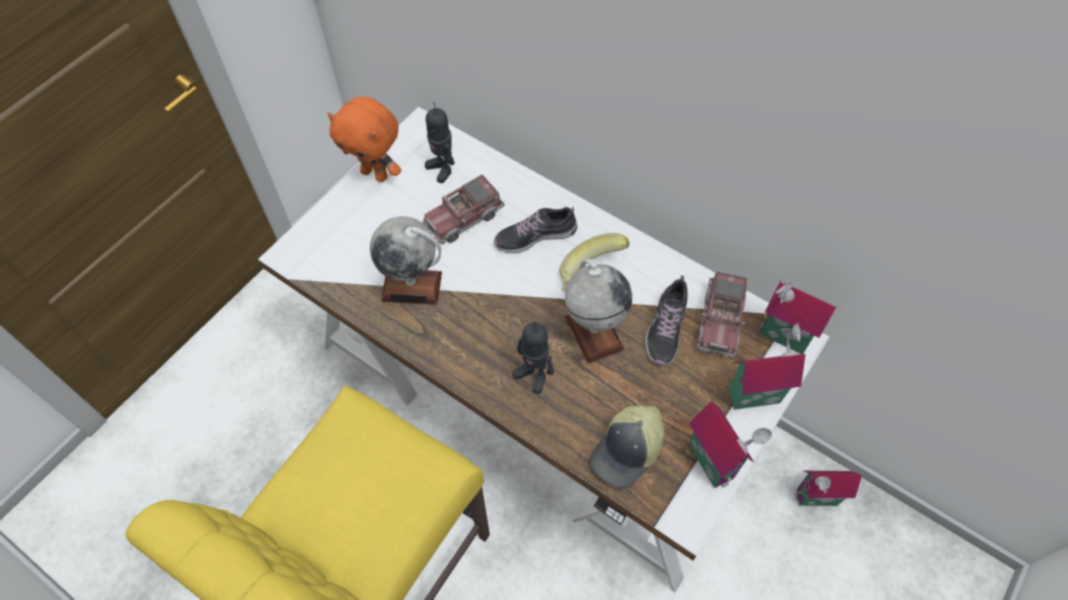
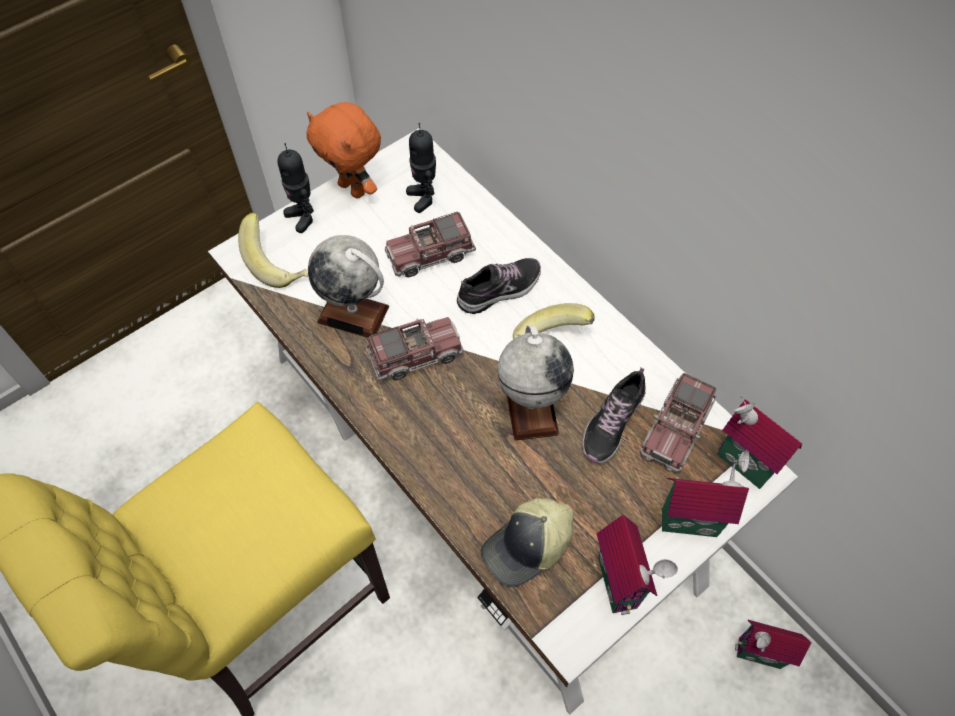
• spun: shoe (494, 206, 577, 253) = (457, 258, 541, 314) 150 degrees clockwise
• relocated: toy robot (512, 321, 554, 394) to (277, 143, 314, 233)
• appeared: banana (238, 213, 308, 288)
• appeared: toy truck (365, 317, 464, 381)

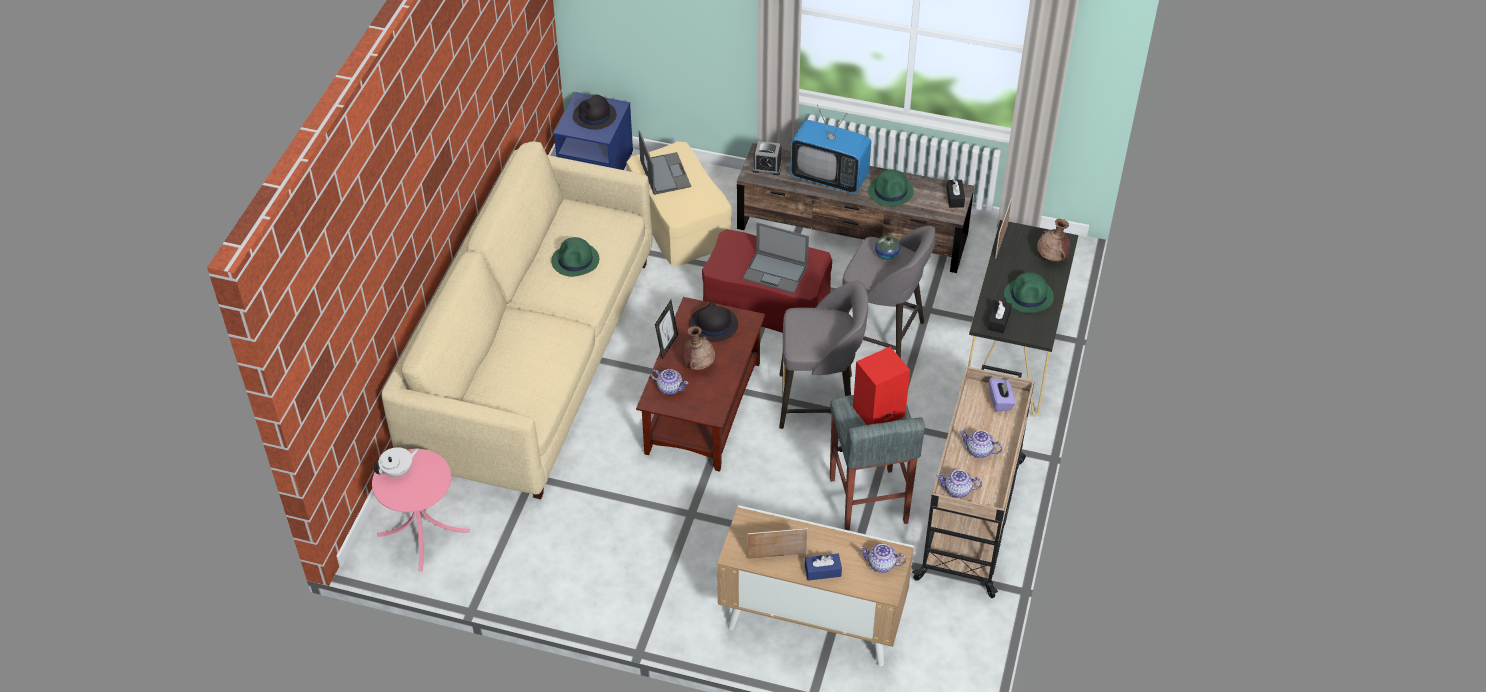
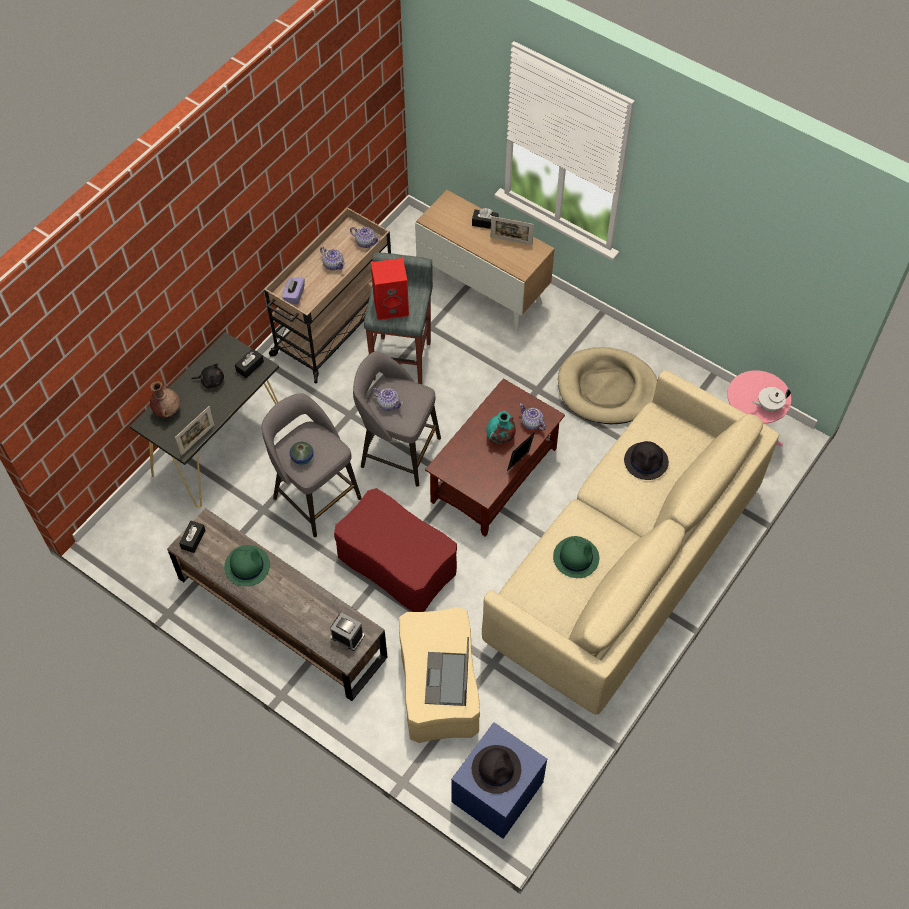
• missing: television (790, 105, 871, 194)
• missing: laptop (742, 222, 809, 293)
• exchanged: hat/green (1004, 272, 1054, 313) to plush toy/black (191, 364, 224, 389)
• relocated: hat/black (689, 302, 738, 342) to (624, 441, 669, 480)
• colour: vase/brown (682, 326, 715, 370) to vase/turquoise (486, 411, 516, 444)
• relocated: teapot (859, 544, 906, 573) to (372, 388, 404, 411)
• colour: tissue box/blue (805, 554, 842, 581) to tissue box/black (472, 208, 499, 229)
• appeared: dog bed/beige (558, 347, 657, 424)

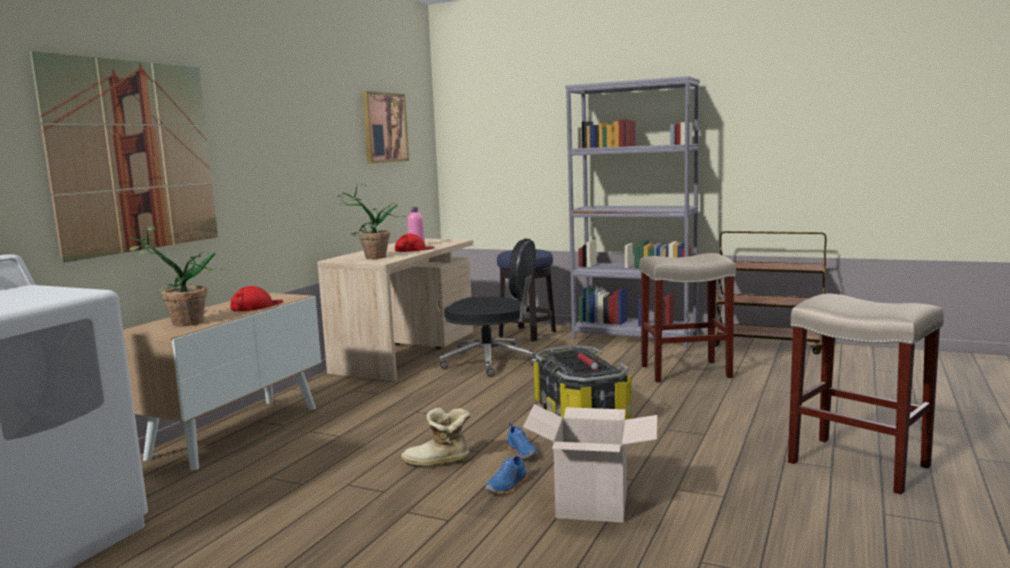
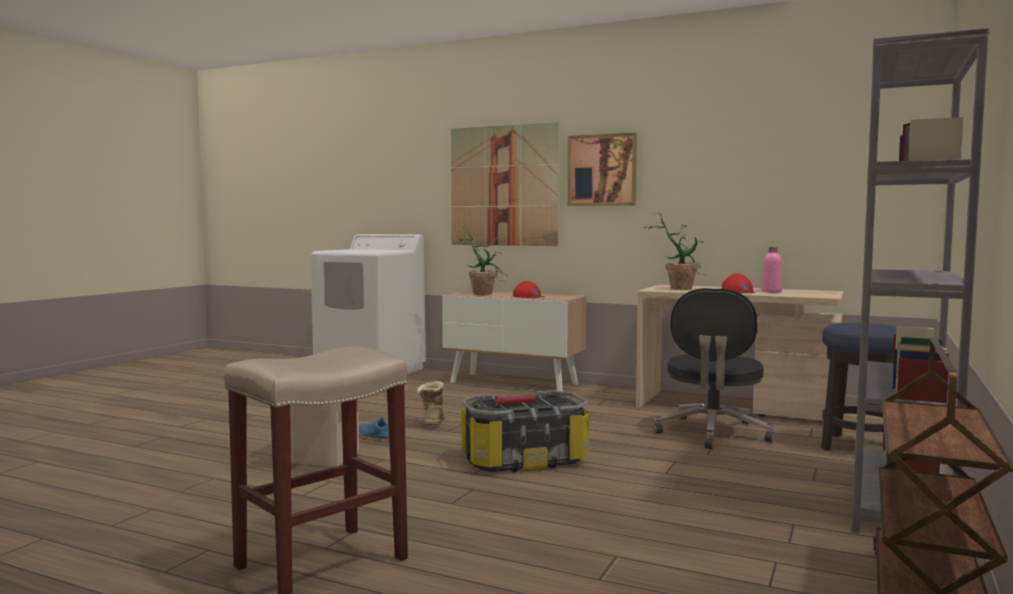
• relocated: picture (362, 91, 409, 164) to (567, 133, 637, 206)
• missing: stool/beige (639, 253, 736, 382)
• missing: shoe/blue (506, 423, 538, 459)

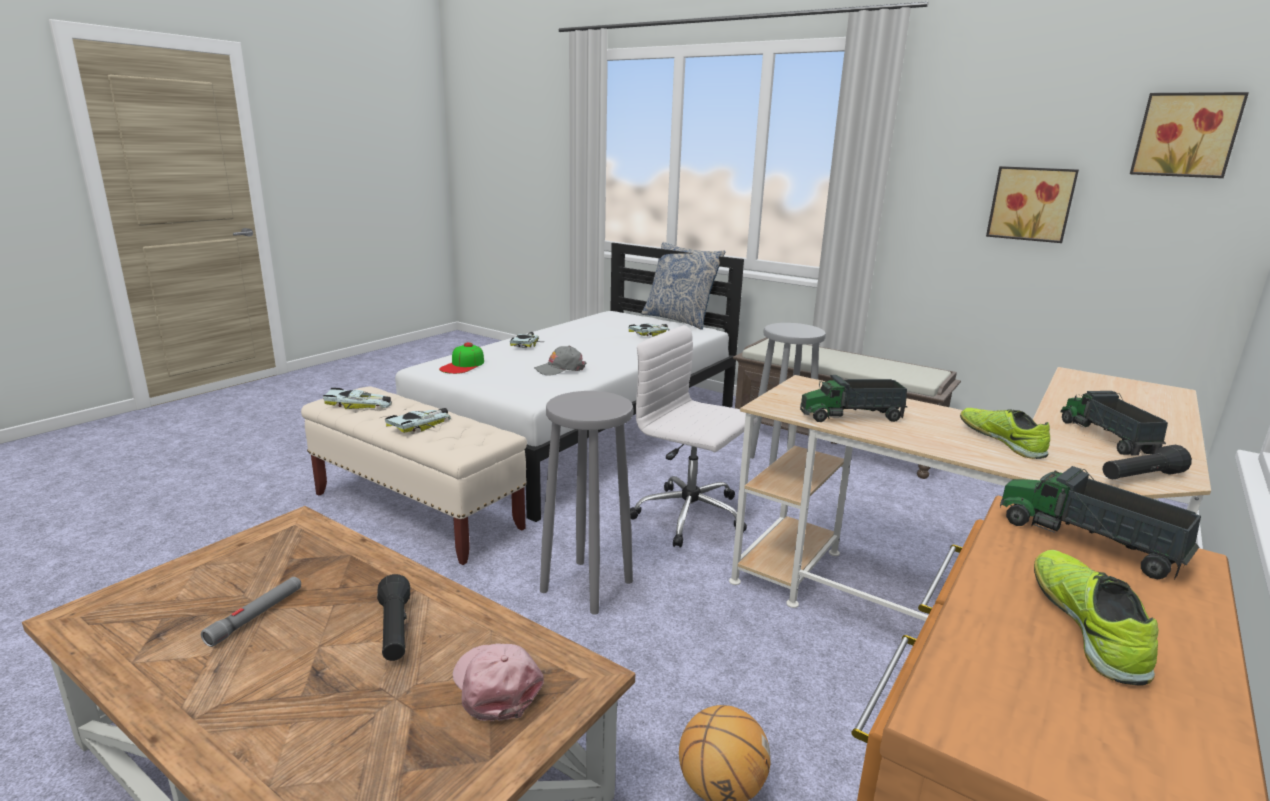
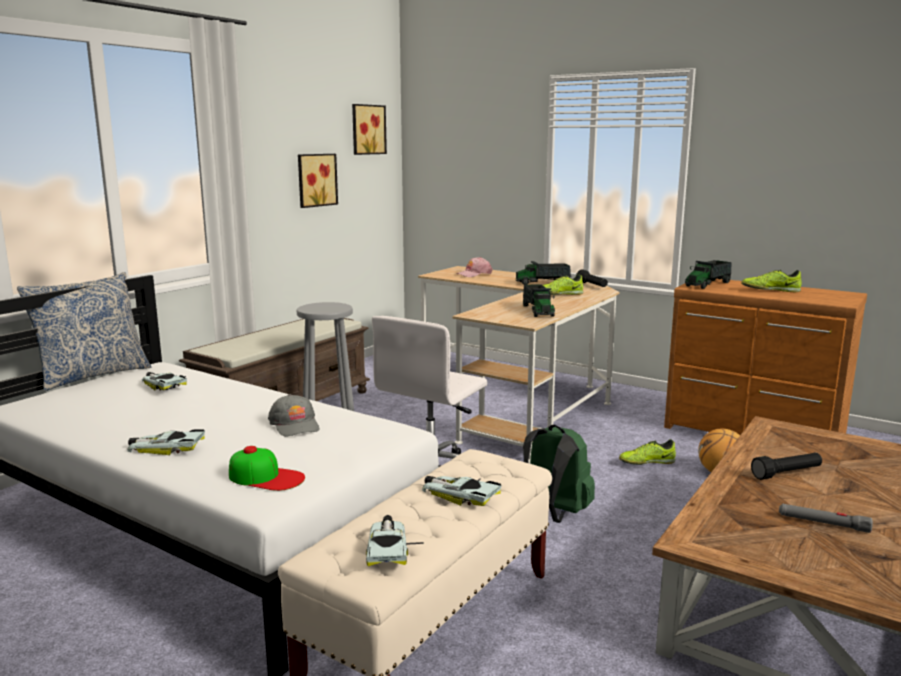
• exchanged: stool/grey (540, 391, 633, 615) to backpack/green (523, 425, 595, 523)
• relocated: cap/pink (453, 643, 544, 722) to (456, 257, 493, 277)
• appeared: shoe (619, 439, 676, 465)

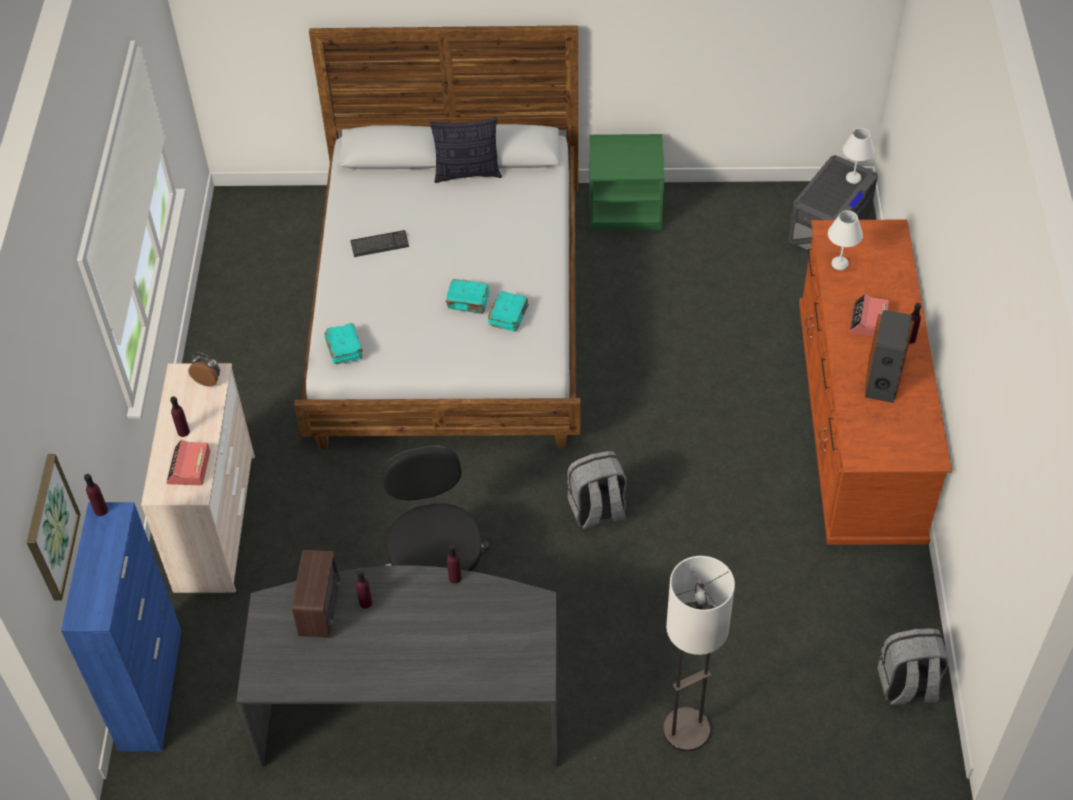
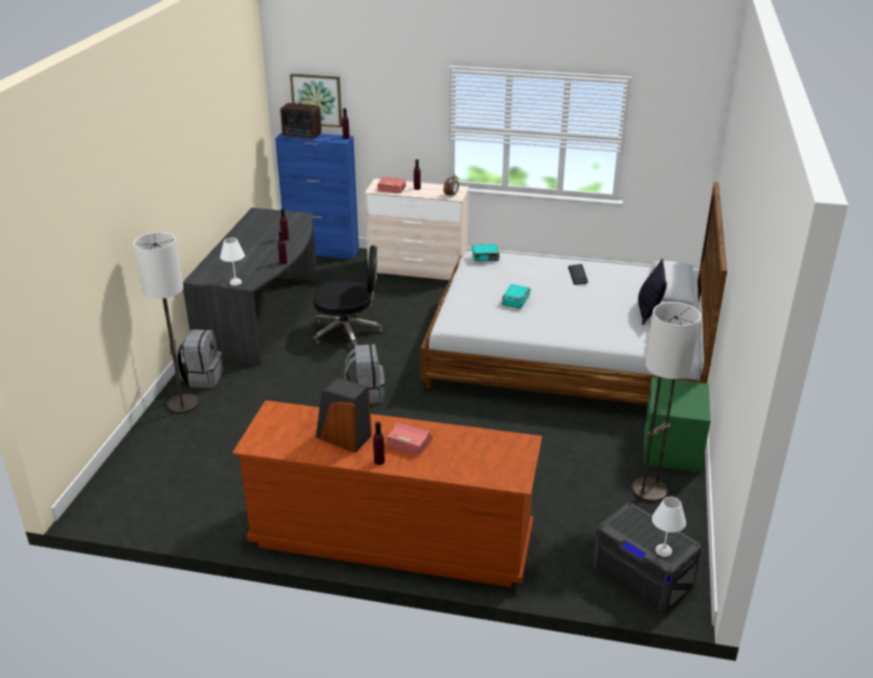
• relocated: table lamp/white (828, 210, 863, 270) to (220, 238, 245, 286)
• missing: book/turquoise (488, 291, 529, 331)
• relocated: radio (292, 550, 341, 638) to (280, 103, 321, 139)
• relocated: backpack/grey (877, 628, 949, 705) to (176, 329, 223, 388)
• appeared: floor lamp (632, 302, 701, 502)

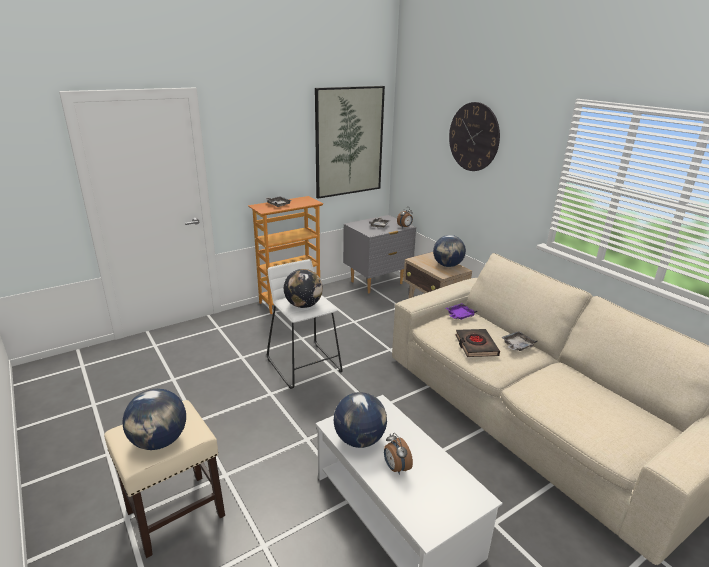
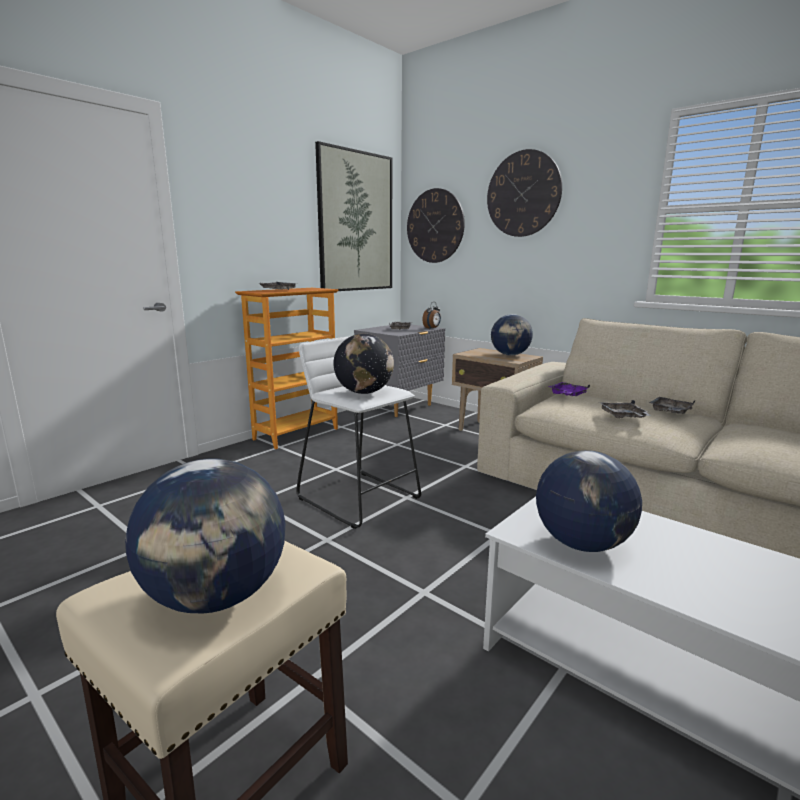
• exchanged: book/black (455, 329, 500, 357) to tray/grey (599, 400, 651, 418)
• missing: alarm clock (384, 433, 413, 475)
• appeared: wall clock (407, 188, 465, 263)

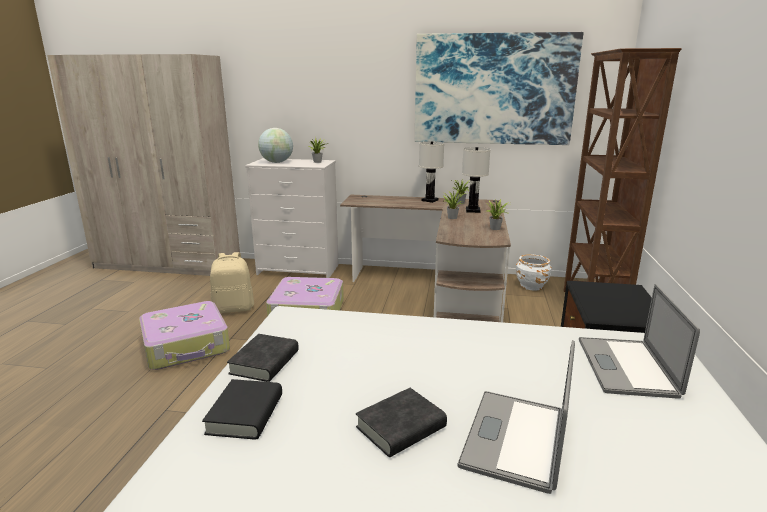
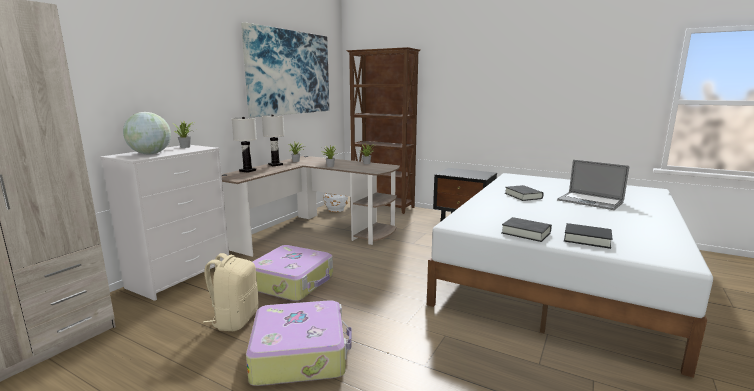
• relocated: table lamp/white (462, 147, 491, 213) to (232, 117, 257, 173)
• missing: laptop (579, 284, 700, 399)
• relocated: book/black (356, 388, 447, 457) to (505, 185, 544, 201)

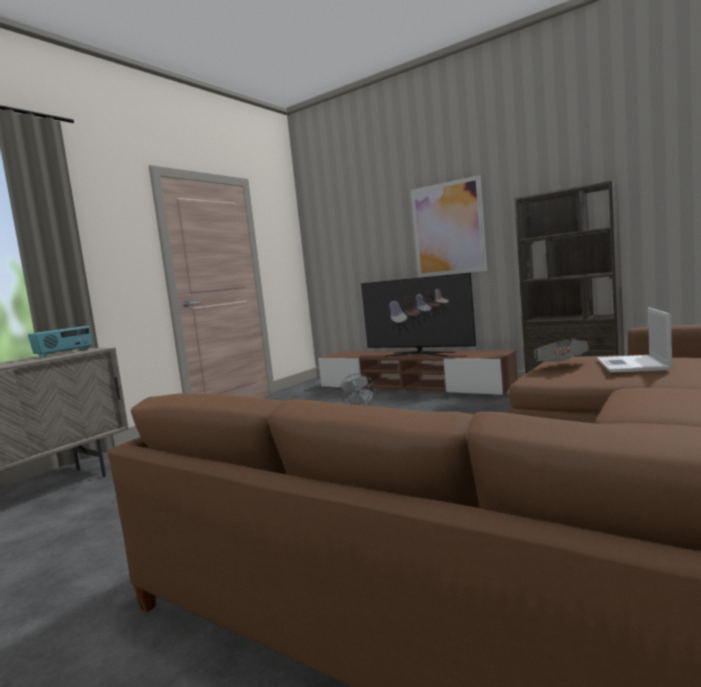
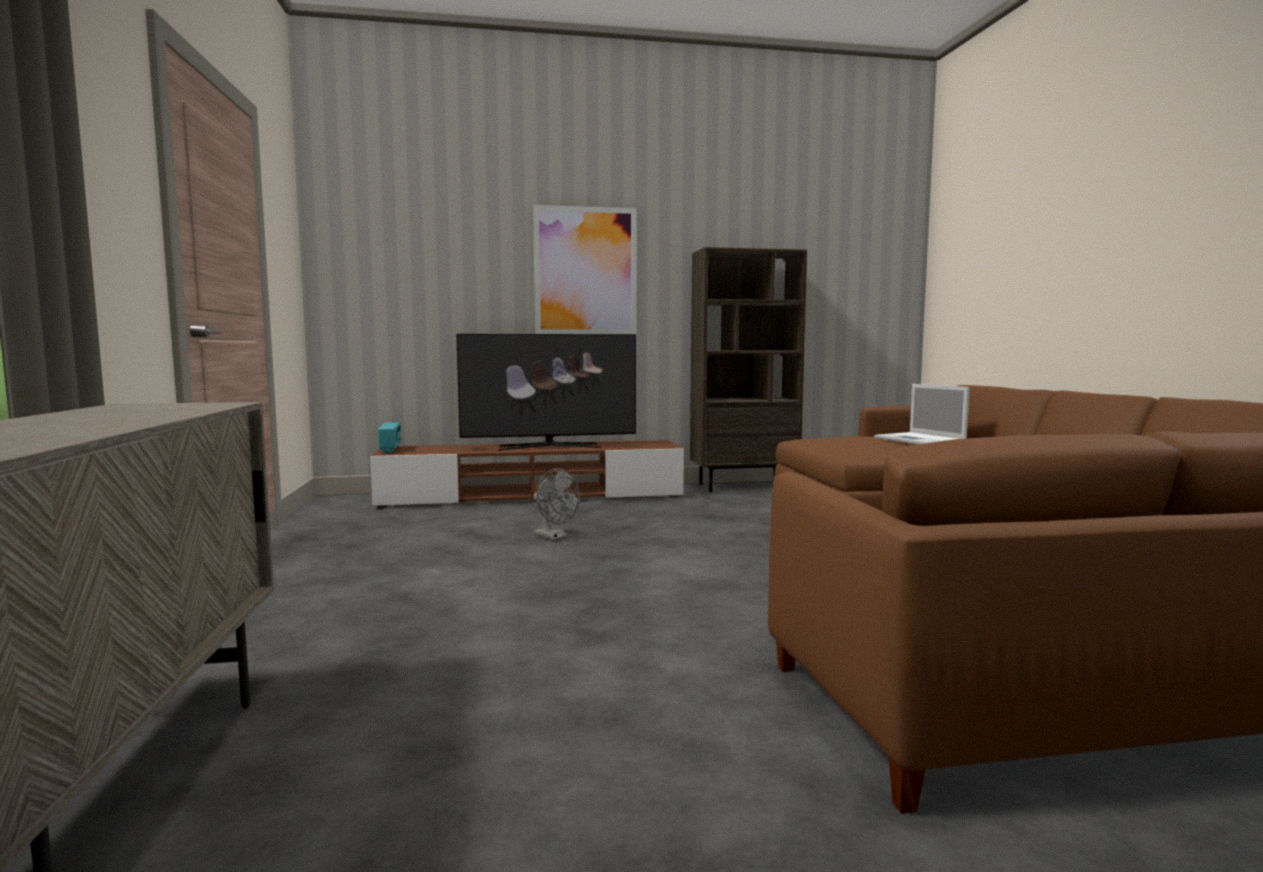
• relocated: radio (28, 326, 92, 358) to (378, 422, 401, 453)
• missing: newspaper (534, 339, 589, 362)

